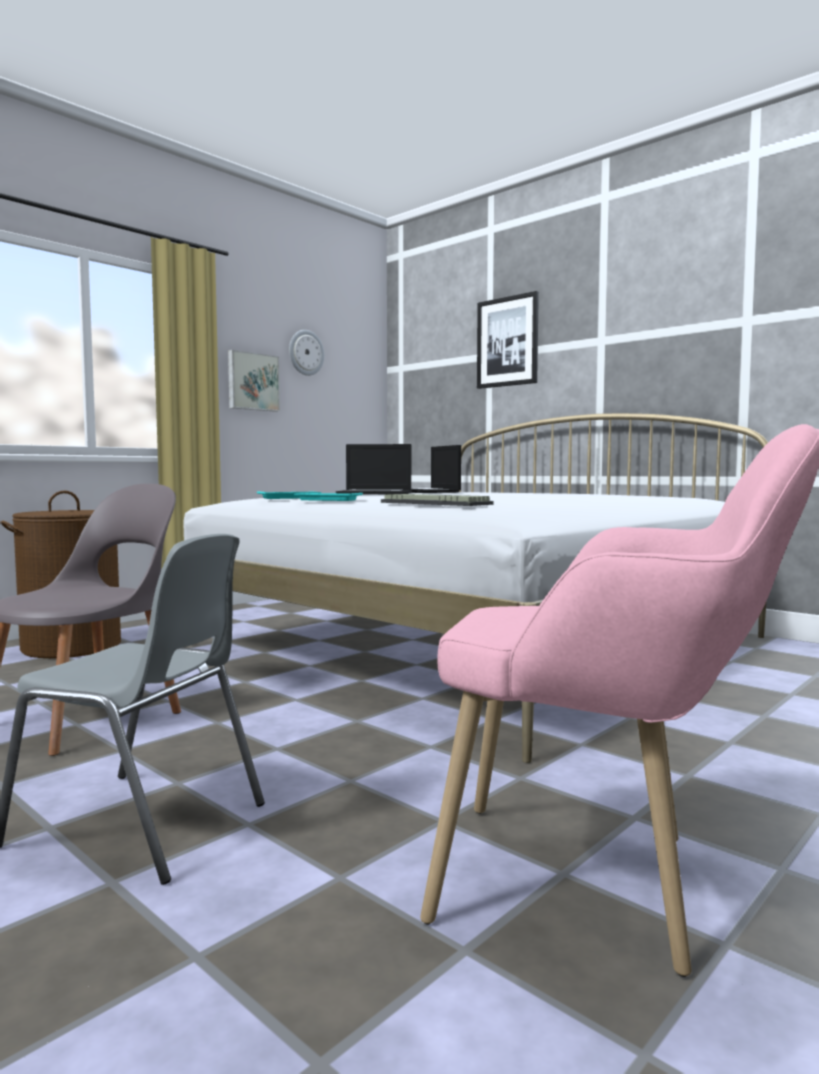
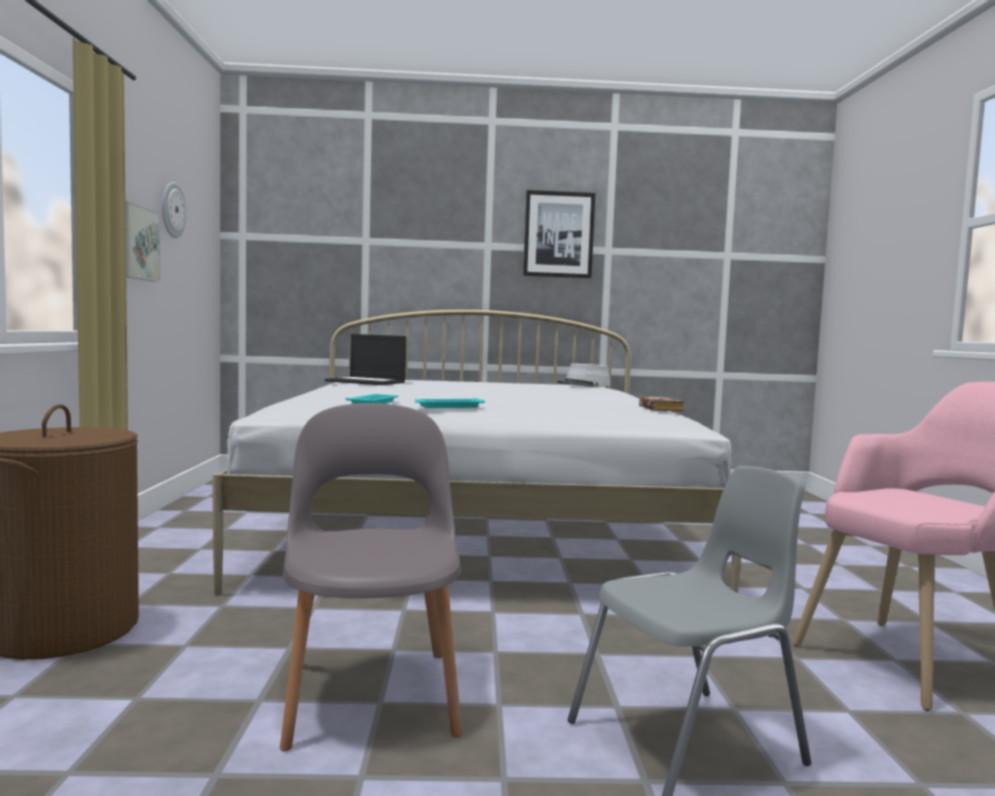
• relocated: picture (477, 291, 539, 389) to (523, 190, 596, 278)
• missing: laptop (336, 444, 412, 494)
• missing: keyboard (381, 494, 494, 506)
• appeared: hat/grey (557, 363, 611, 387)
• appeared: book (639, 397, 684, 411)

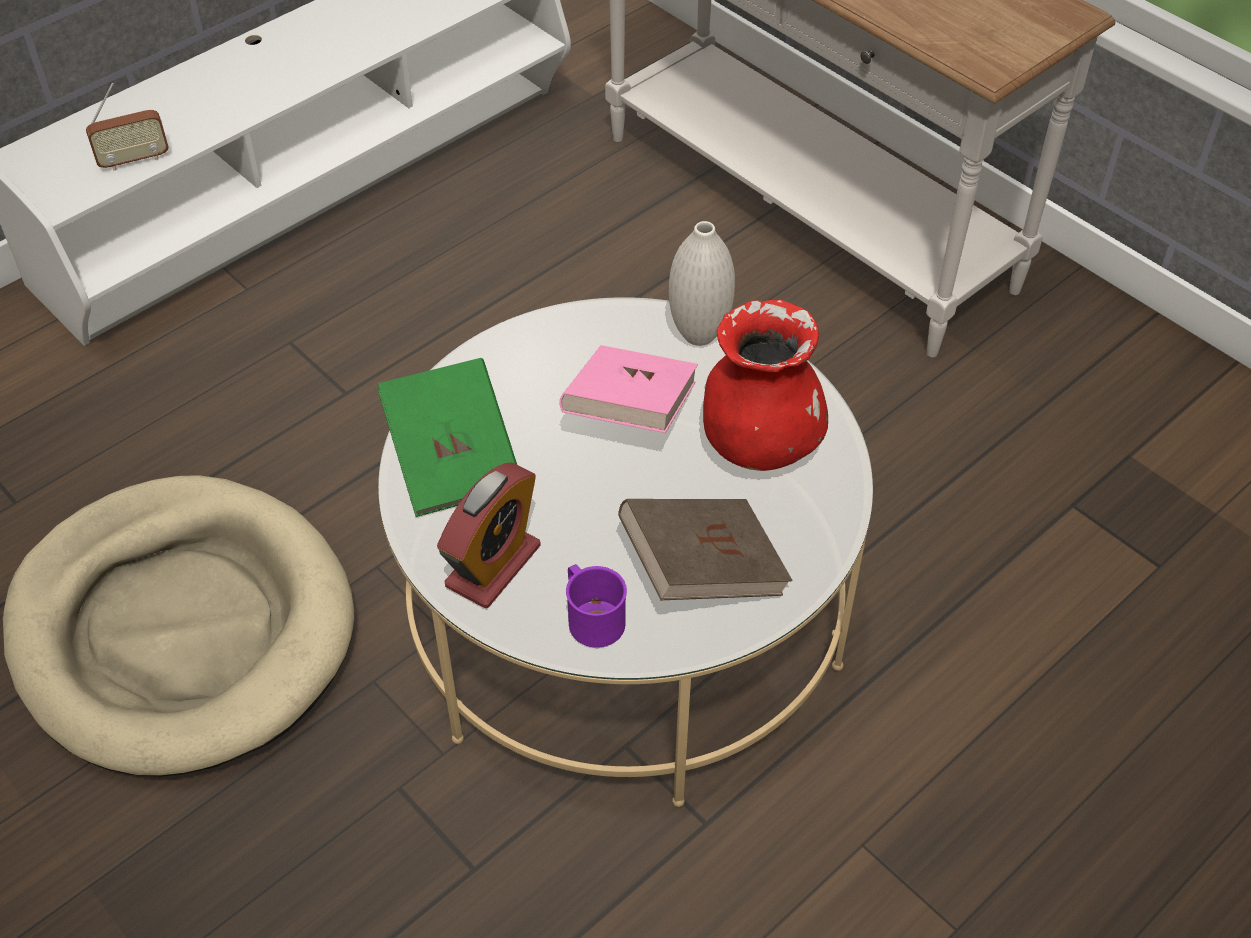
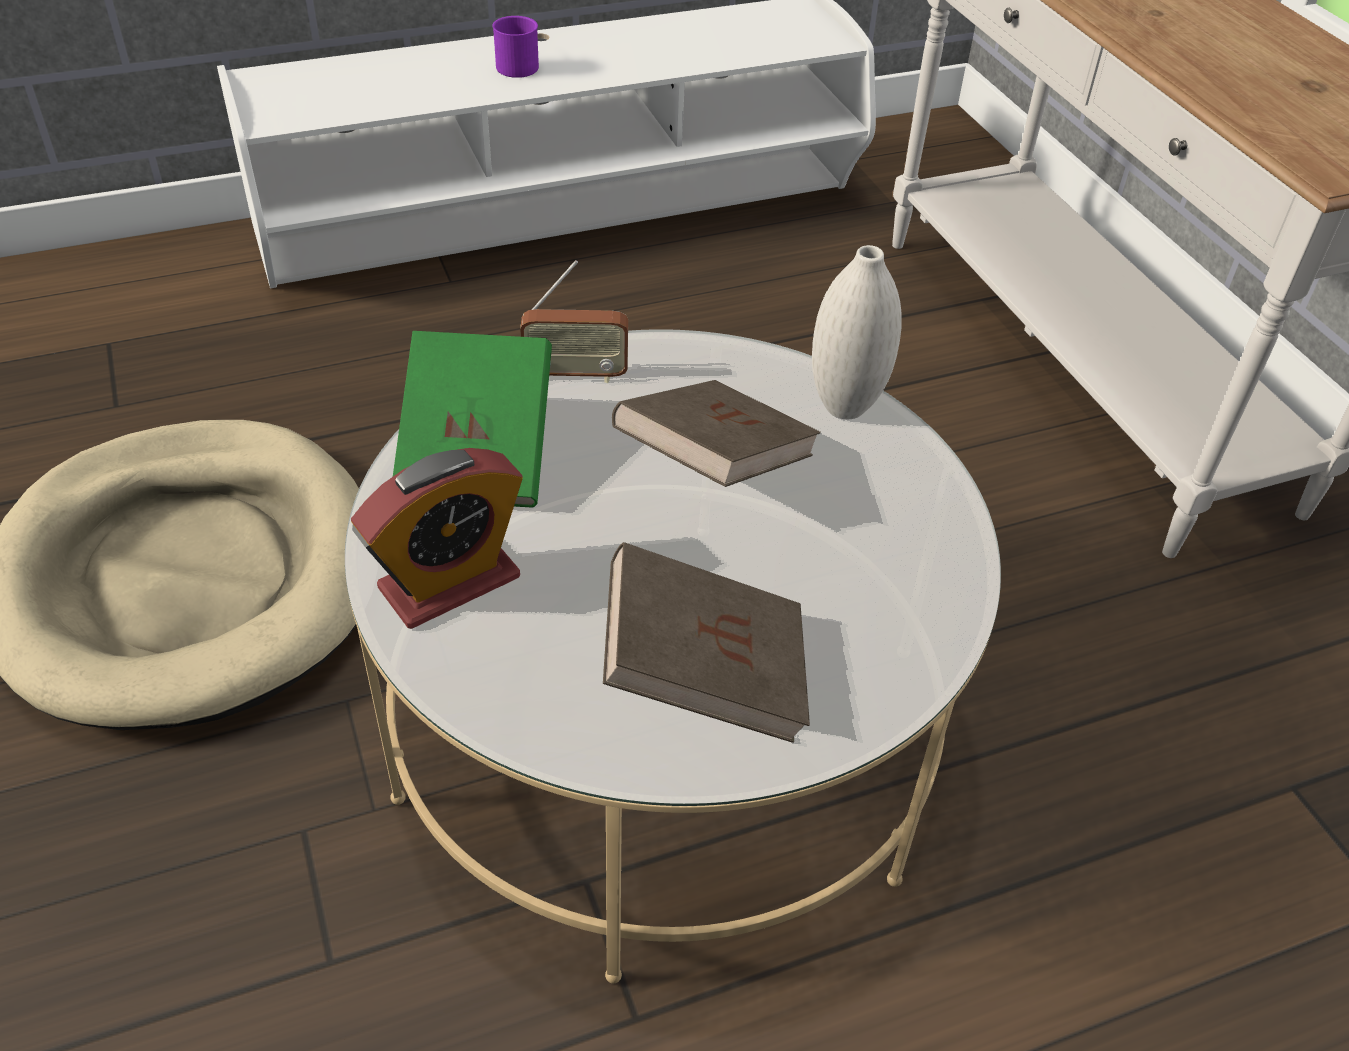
• relocated: radio (86, 83, 169, 171) to (520, 260, 628, 383)
• missing: vase/red (703, 300, 828, 471)
• colour: book/pink (559, 345, 698, 433) to book/brown (612, 380, 821, 487)
• relocated: mug/purple (566, 564, 627, 648) to (492, 16, 539, 78)

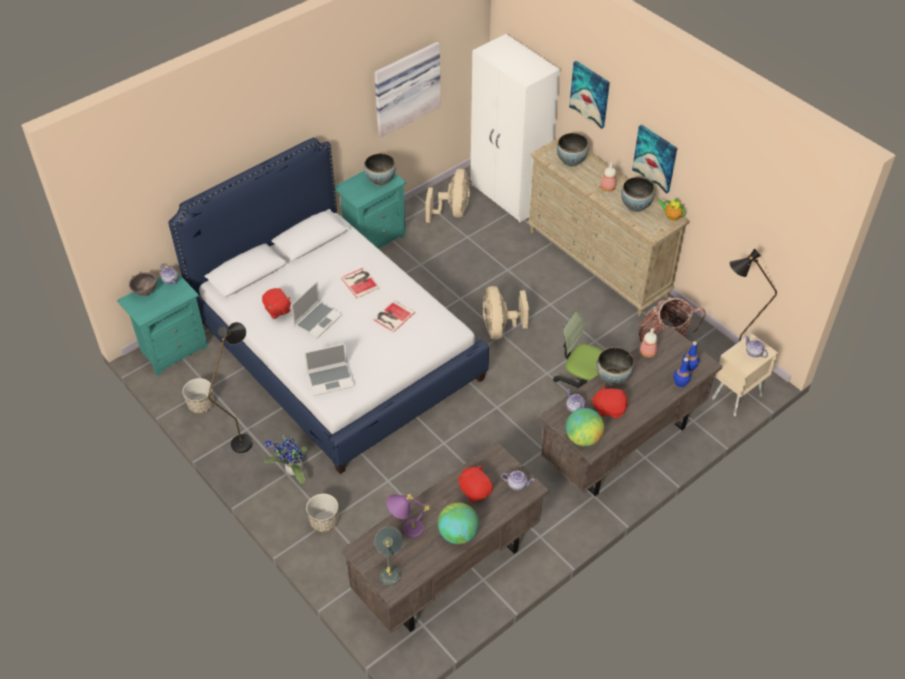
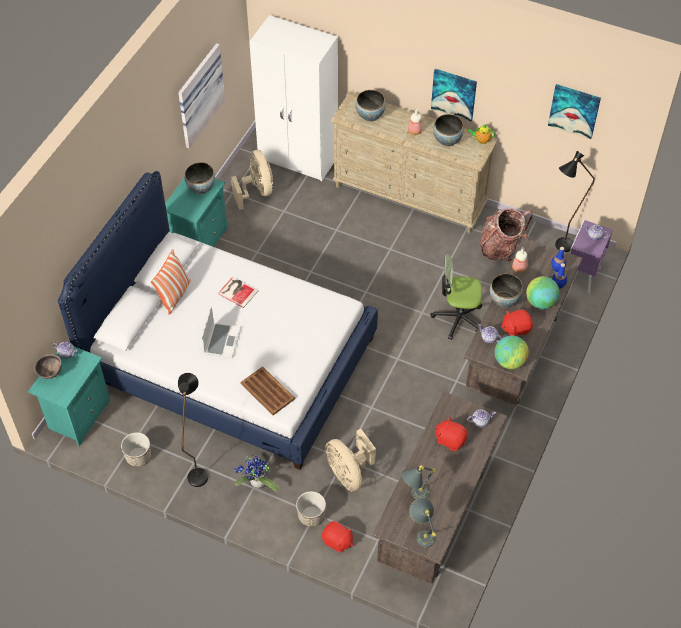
• relocated: picture (569, 61, 610, 129) to (548, 84, 601, 139)
• relocated: fan/beige (483, 286, 529, 340) to (326, 429, 376, 491)
• relocated: plush toy/red (262, 288, 291, 319) to (322, 521, 353, 553)
• missing: book (372, 300, 415, 333)
• colour: nightstand/beige (712, 333, 778, 416) to nightstand/purple (570, 220, 613, 293)
• exchanged: laptop (304, 343, 355, 396) to tray/brown (241, 366, 295, 415)
• colour: table lamp/purple (387, 494, 430, 538) to table lamp/grey (401, 465, 436, 499)
• relocated: globe (438, 503, 479, 544) to (526, 276, 559, 309)
• appeared: pillow (151, 249, 191, 315)

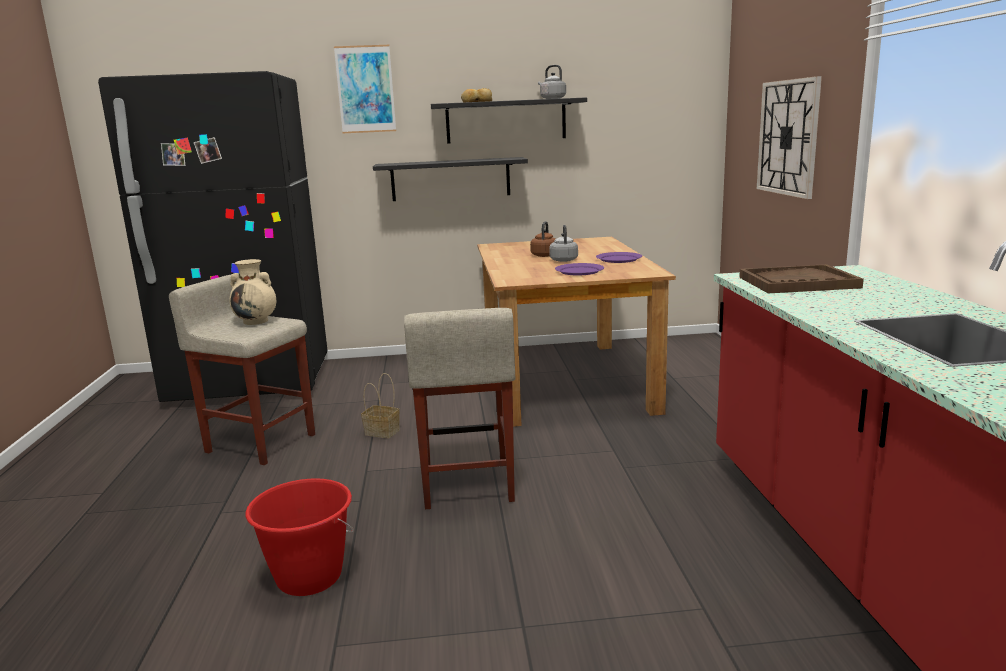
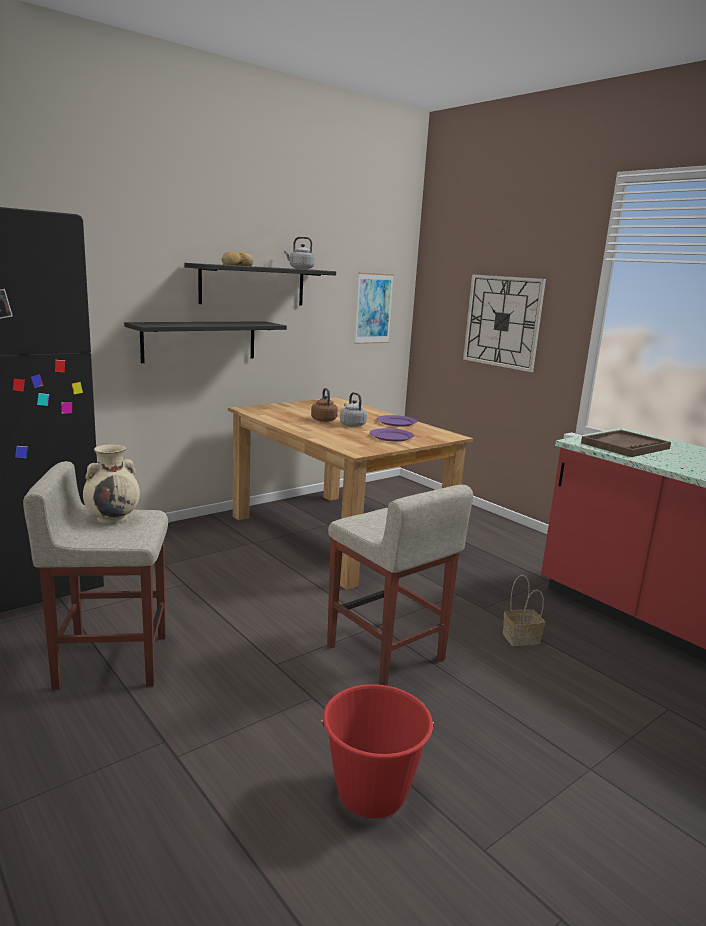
• relocated: picture (334, 45, 396, 133) to (354, 273, 394, 344)
• relocated: basket (361, 373, 400, 438) to (503, 575, 545, 646)

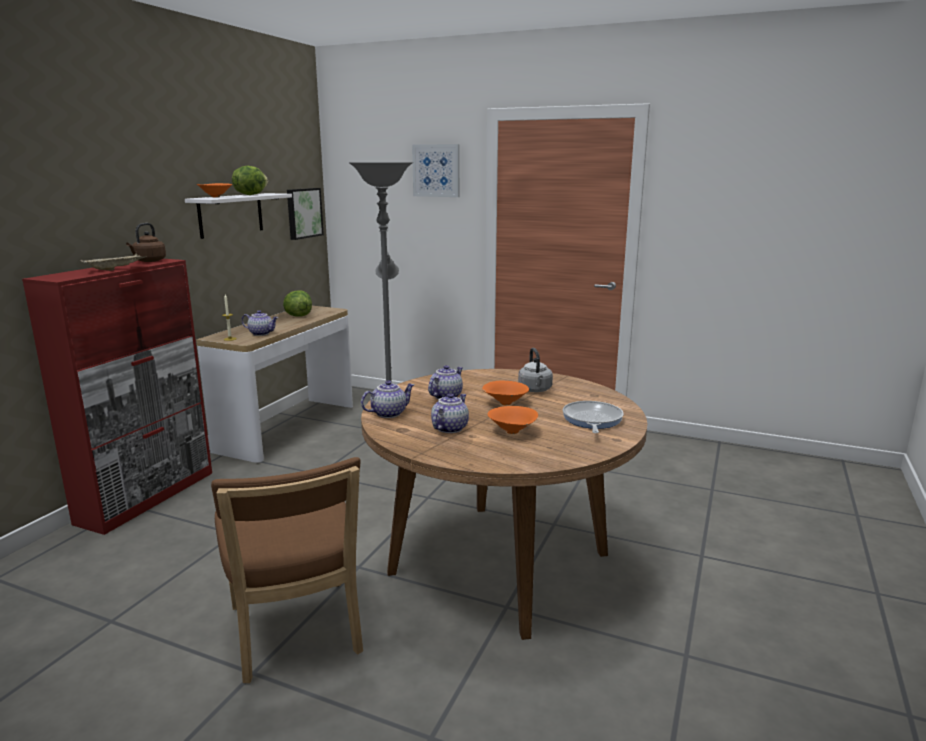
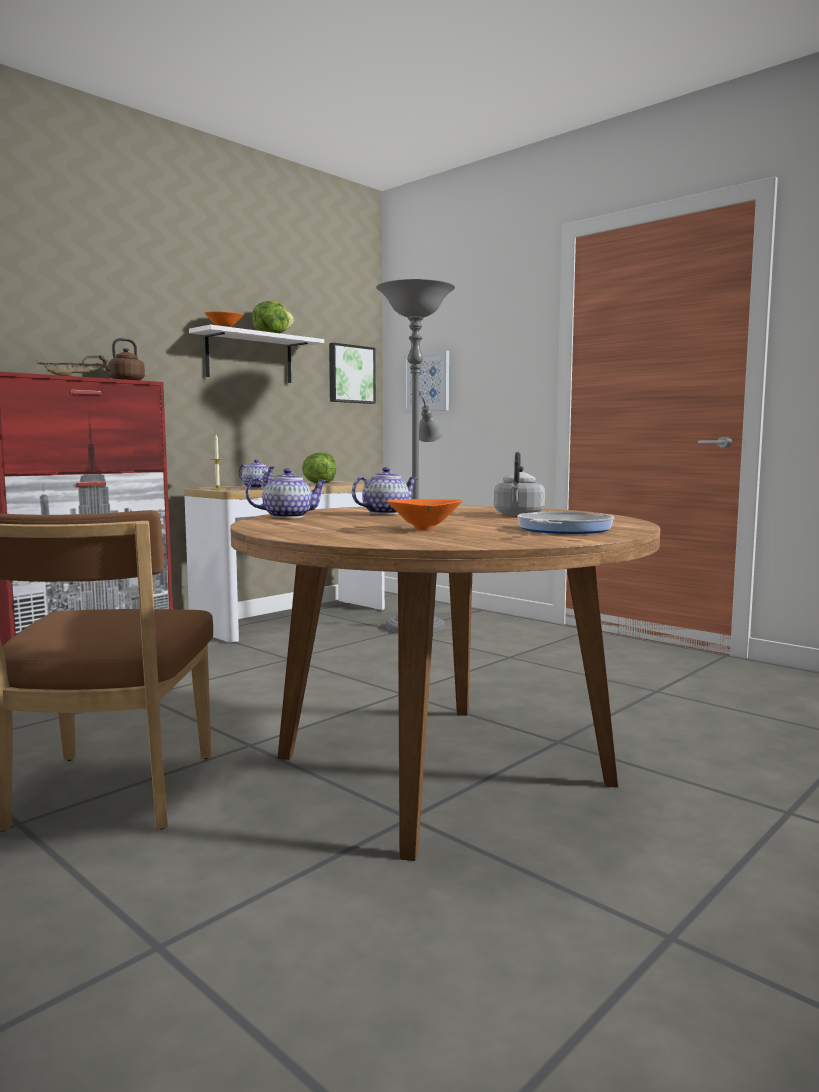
• relocated: picture (412, 144, 460, 197) to (404, 350, 449, 412)
• missing: bowl/orange (482, 380, 529, 405)
• missing: teapot (431, 393, 469, 433)

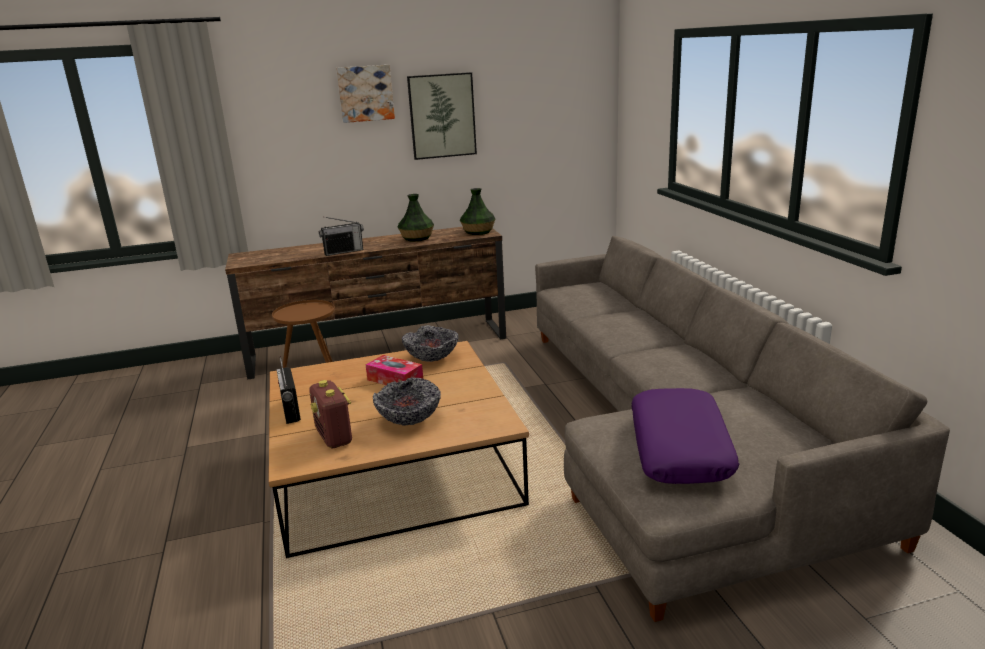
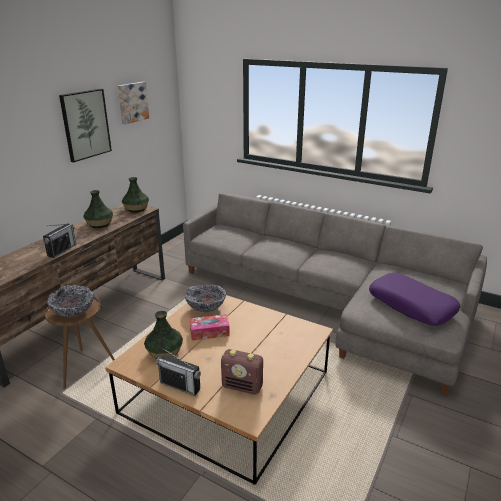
• relocated: picture (336, 65, 395, 123) to (118, 82, 149, 124)
• relocated: bowl (373, 378, 441, 426) to (47, 285, 94, 317)
• appeared: vase (144, 311, 183, 359)

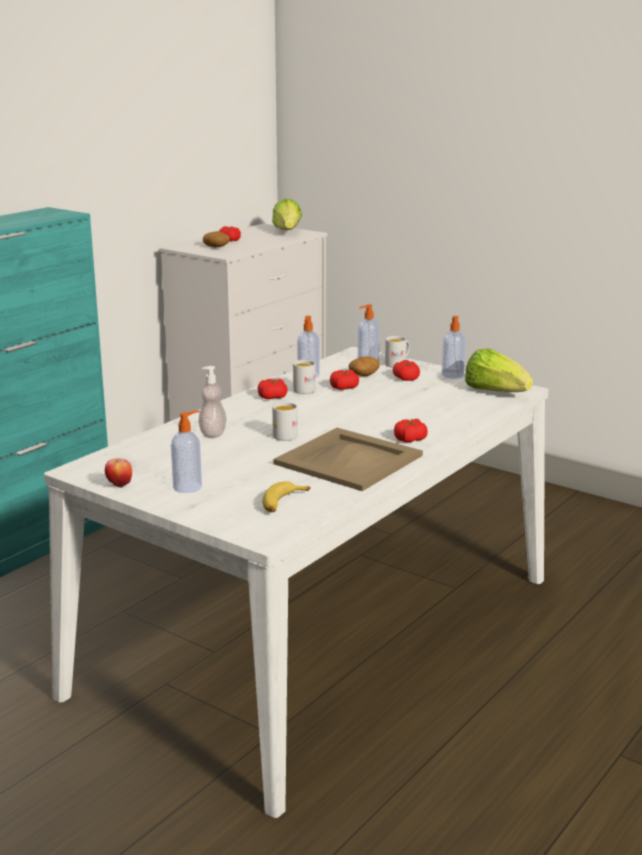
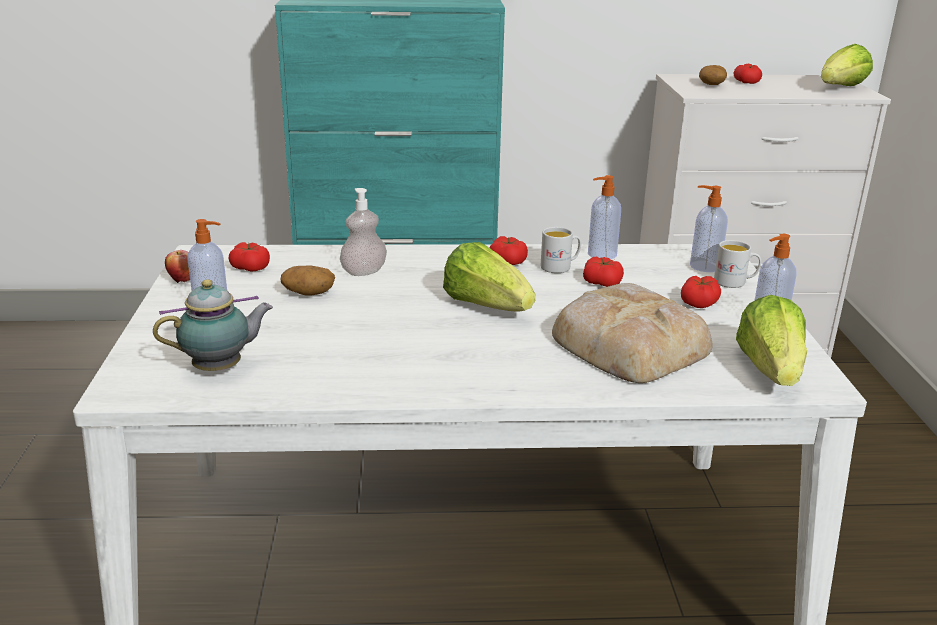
• relocated: potato (348, 356, 380, 376) to (281, 265, 335, 296)
• missing: mug/white (272, 402, 298, 441)
• relocated: tomato (394, 419, 428, 442) to (229, 242, 270, 271)
• missing: tray/beige (273, 428, 423, 491)
• exchanged: banana (262, 481, 310, 512) to teapot (153, 279, 273, 371)
• appeared: lettuce (443, 242, 535, 311)
• appeared: bread (552, 283, 713, 383)

